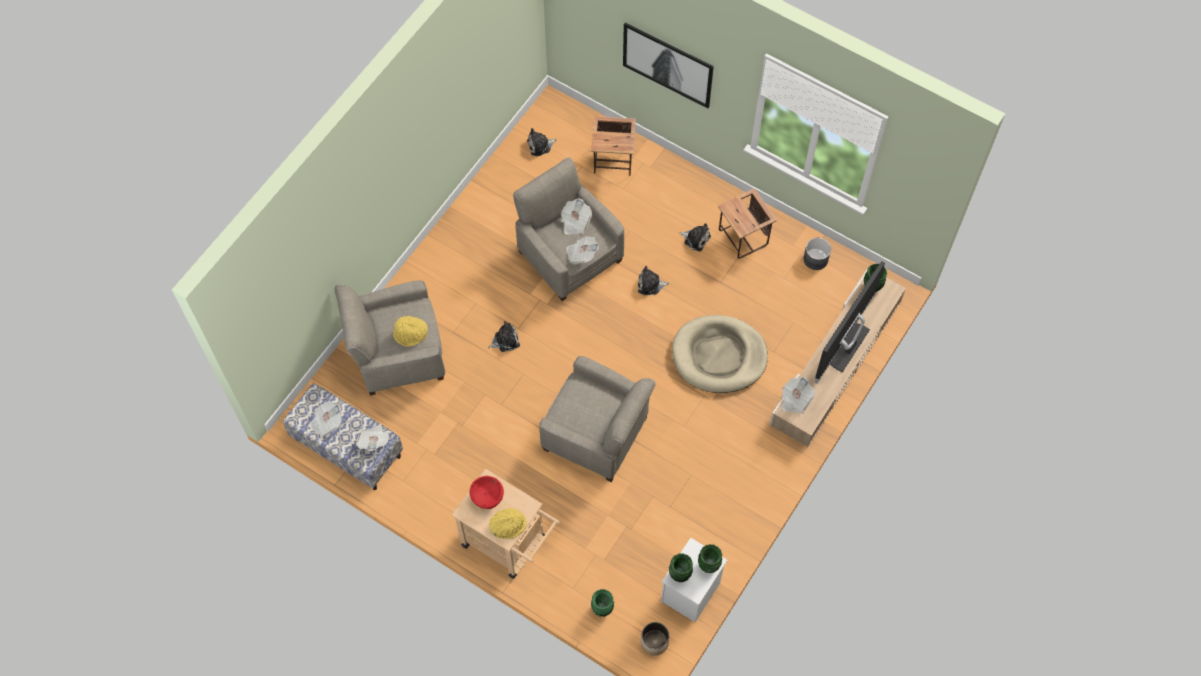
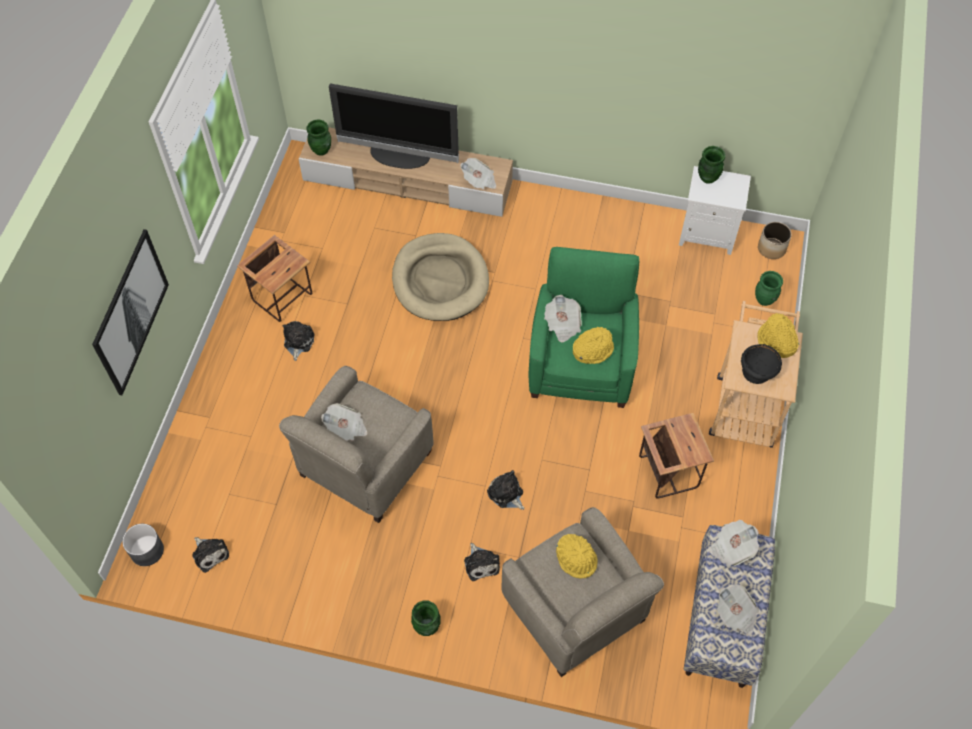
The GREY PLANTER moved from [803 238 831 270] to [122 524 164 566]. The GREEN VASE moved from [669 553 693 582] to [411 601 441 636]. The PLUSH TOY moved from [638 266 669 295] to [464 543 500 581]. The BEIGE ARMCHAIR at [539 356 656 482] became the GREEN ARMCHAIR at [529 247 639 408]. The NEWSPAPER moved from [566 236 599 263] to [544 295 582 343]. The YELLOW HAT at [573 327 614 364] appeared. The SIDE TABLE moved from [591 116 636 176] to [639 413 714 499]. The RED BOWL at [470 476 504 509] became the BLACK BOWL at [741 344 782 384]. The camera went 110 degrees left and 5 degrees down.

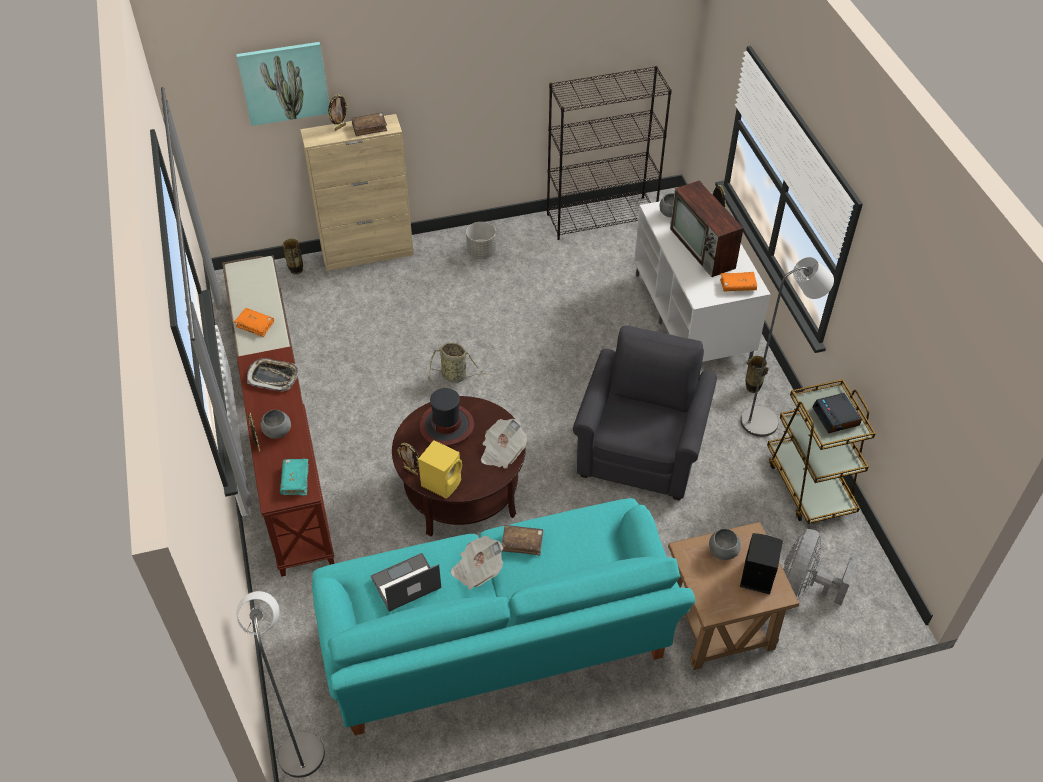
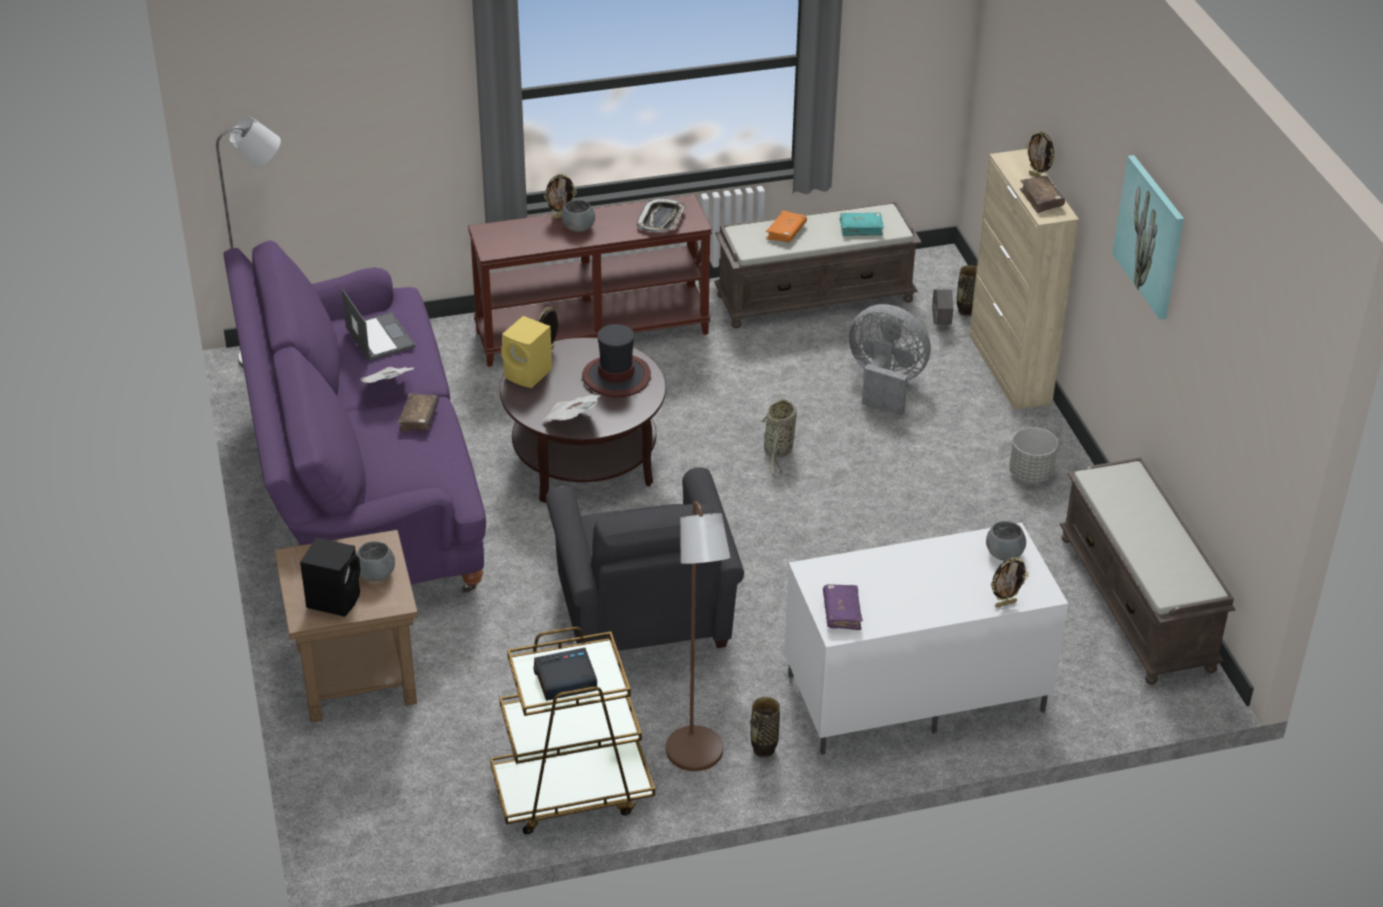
The TURQUOISE SOFA at [312 498 696 736] became the PURPLE SOFA at [223 240 486 594]. The GREY ARMCHAIR at [573 326 717 501] turned 60 degrees clockwise. The GREY FLOOR LAMP at [741 257 834 437] became the BROWN FLOOR LAMP at [666 501 730 771]. The ORANGE BOOK at [720 272 757 292] became the PURPLE BOOK at [823 584 863 630]. The TURQUOISE BOOK moved from [280 459 309 495] to [840 212 884 236]. The GREY FAN moved from [783 529 860 605] to [849 304 931 416]. The GREY PLANTER at [932 289 954 325] appeared. The BLACK BOOKCASE at [547 66 672 240] was replaced by the BROWN BENCH at [1060 457 1236 685]. The PICTURE moved from [236 42 329 126] to [1112 155 1184 319]. The TELEVISION at [670 180 744 277] disappeared. The camera went 90 degrees right and 10 degrees down.

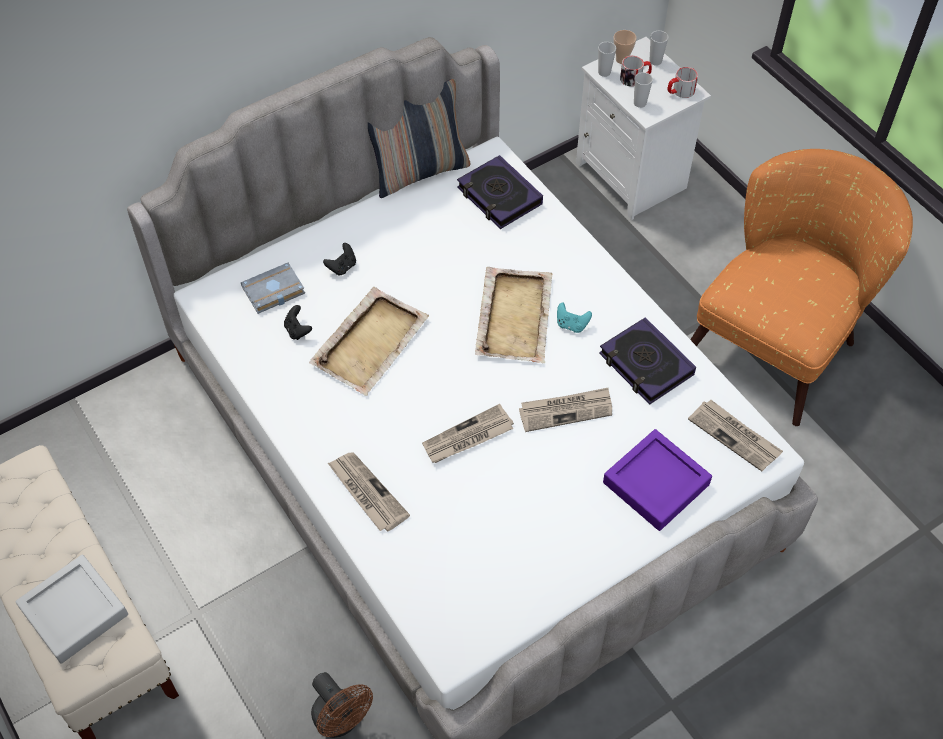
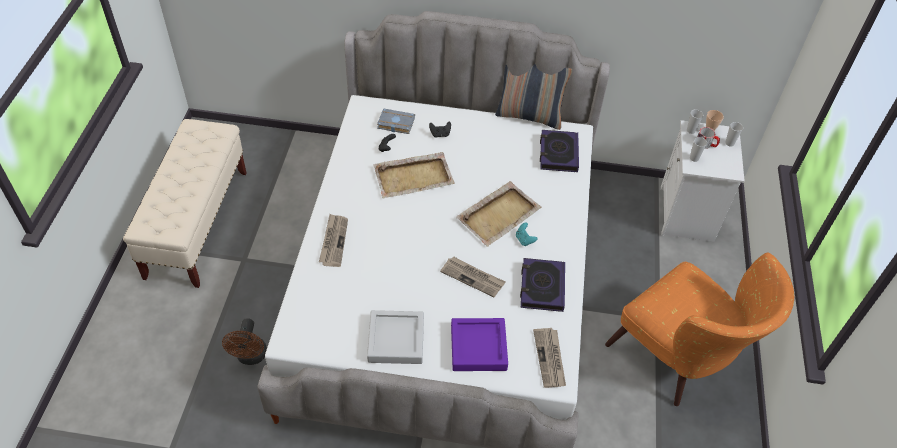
The GREY TRAY moved from [15 554 128 663] to [367 310 424 364]. The ORANGE ARMCHAIR at [690 149 913 426] turned 60 degrees clockwise. The NEWSPAPER at [422 404 514 463] disappeared. The MUG at [667 67 698 98] disappeared. The camera went 40 degrees right and 5 degrees down.

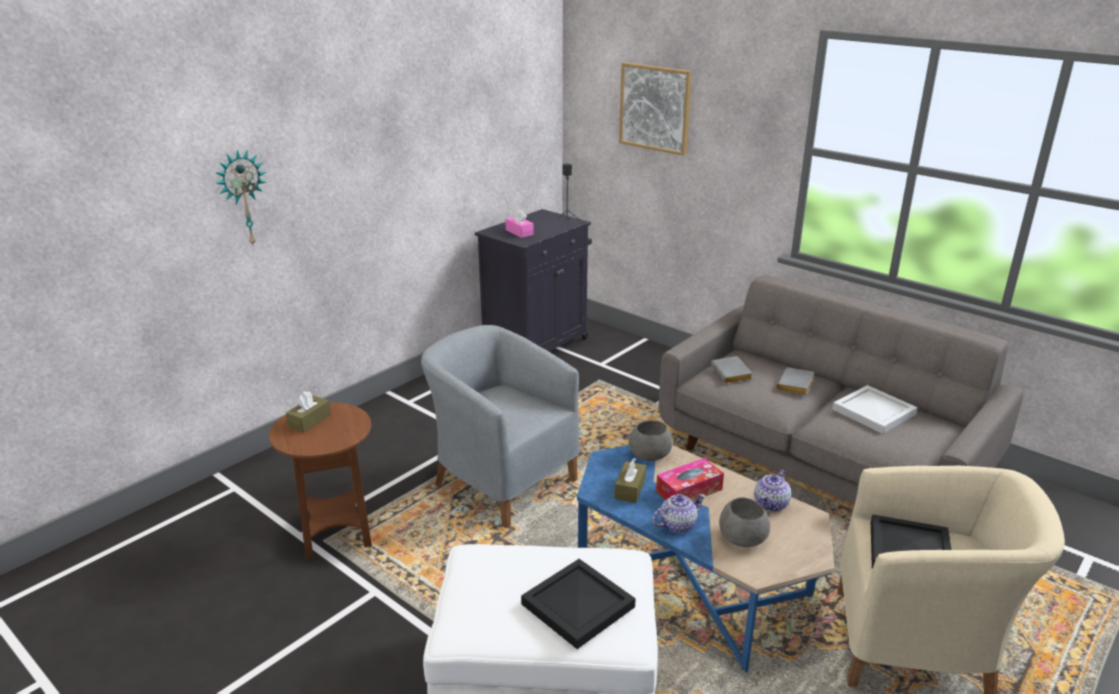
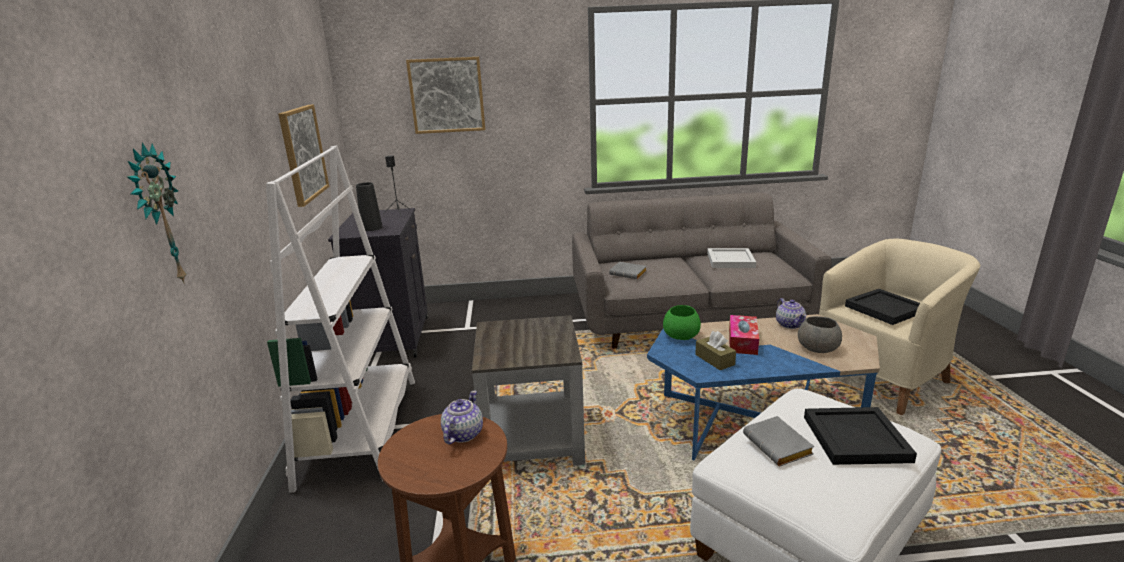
The WHITE BOOKCASE at [266 145 415 493] appeared. The PICTURE at [278 105 329 207] appeared. The PINK TISSUE BOX at [505 209 534 238] was replaced by the BLACK VASE at [356 182 383 231]. The TEAPOT moved from [652 494 706 533] to [441 390 483 444]. The GREY ARMCHAIR at [421 325 580 528] was replaced by the GREY SIDE TABLE at [472 315 585 466]. The GREY BOWL at [629 420 673 461] became the GREEN BOWL at [663 305 701 340]. The GREY BOOK moved from [776 367 815 395] to [743 416 815 466]. The BROWN TISSUE BOX at [286 391 331 433] disappeared. The camera went 45 degrees left and 5 degrees down.

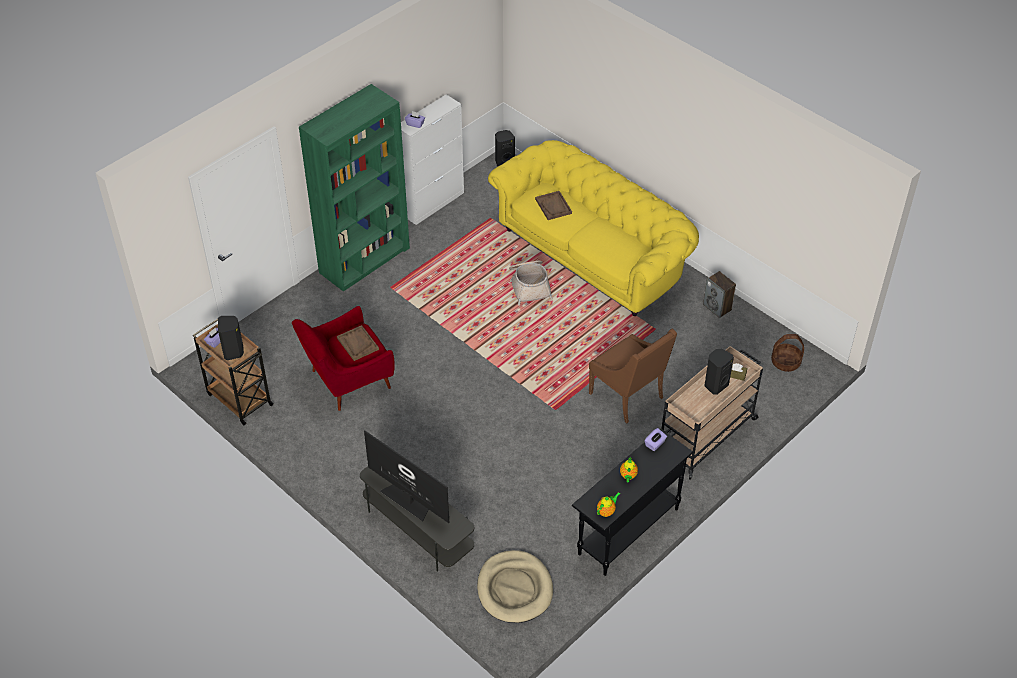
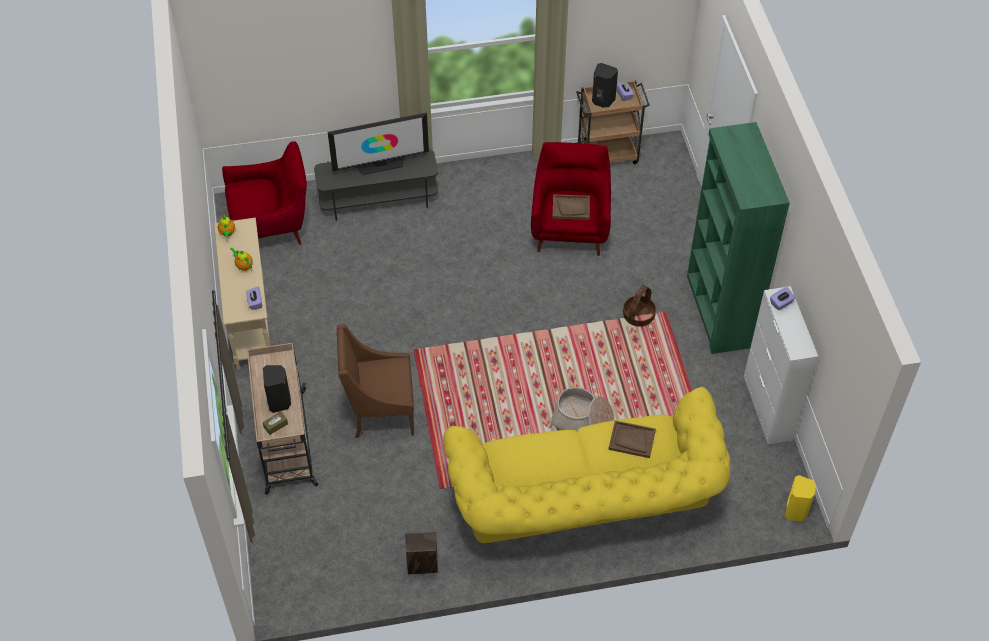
The BLACK CONSOLE TABLE at [572 428 693 576] became the BEIGE CONSOLE TABLE at [214 218 270 370]. The BEIGE DOG BED at [477 550 553 623] was replaced by the RED ARMCHAIR at [222 141 307 245]. The BASKET moved from [771 334 804 372] to [623 285 656 327]. The BLACK SPEAKER at [495 130 515 167] became the YELLOW SPEAKER at [785 475 816 521]. The camera went 125 degrees right and 5 degrees up.

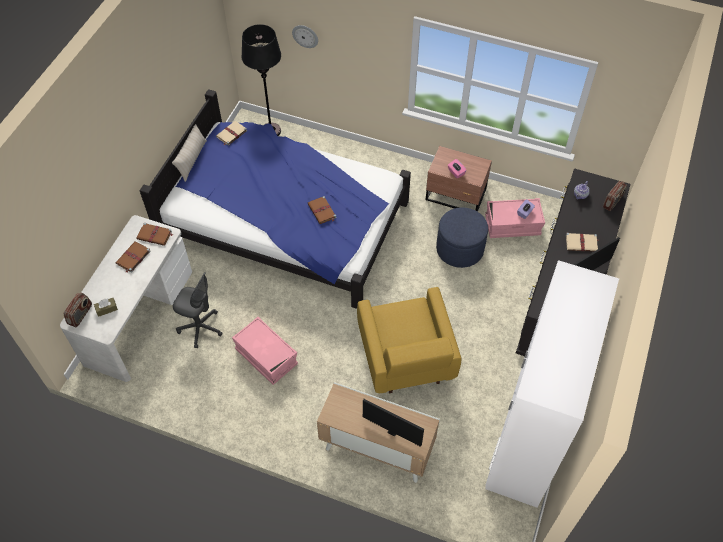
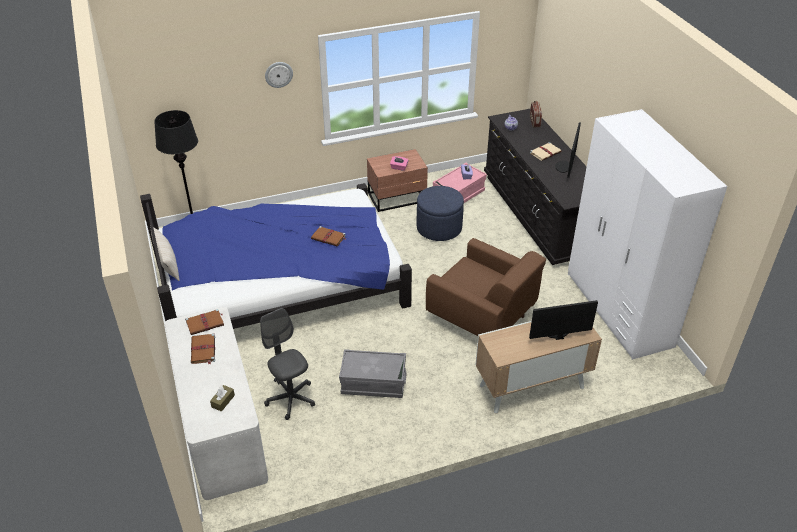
The GREY OFFICE CHAIR at [173 272 223 348] turned 105 degrees counterclockwise. The WALL CLOCK moved from [292 25 318 48] to [265 62 293 88]. The PINK STORAGE BOX at [232 317 298 385] became the GREY STORAGE BOX at [339 349 406 398]. The YELLOW ARMCHAIR at [357 287 461 393] became the BROWN ARMCHAIR at [426 238 546 336]. The RADIO at [64 293 92 327] disappeared. The BEIGE BOOK at [216 121 247 146] disappeared. The camera went 40 degrees left and 15 degrees down.

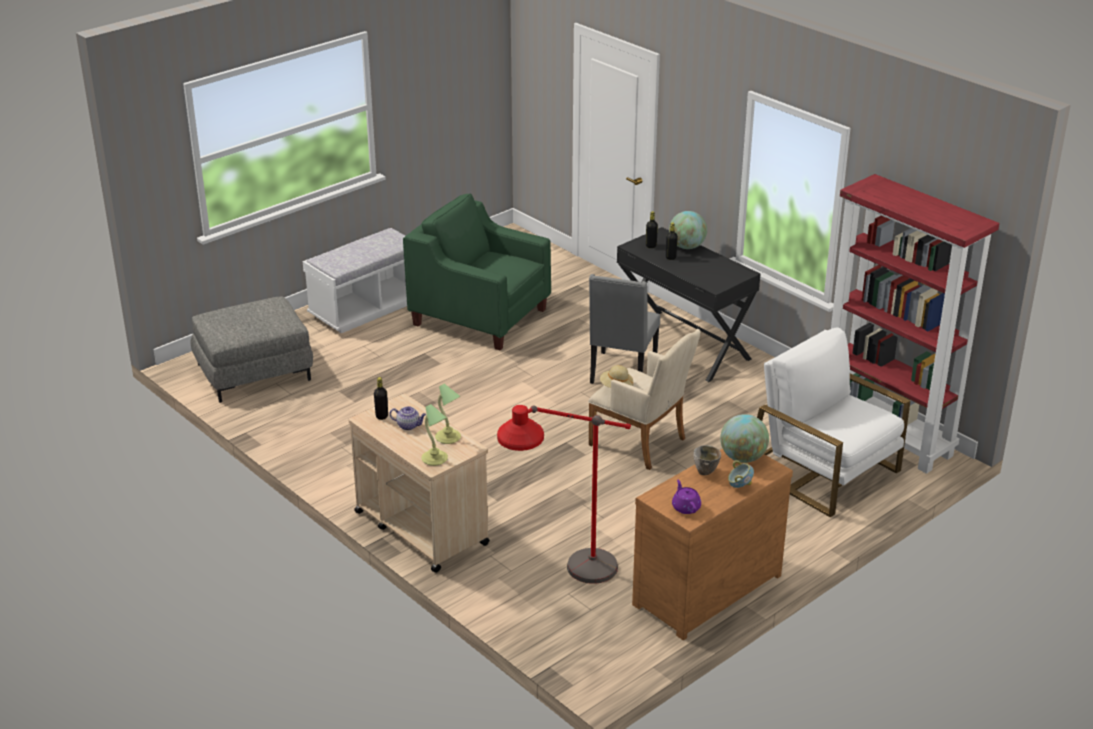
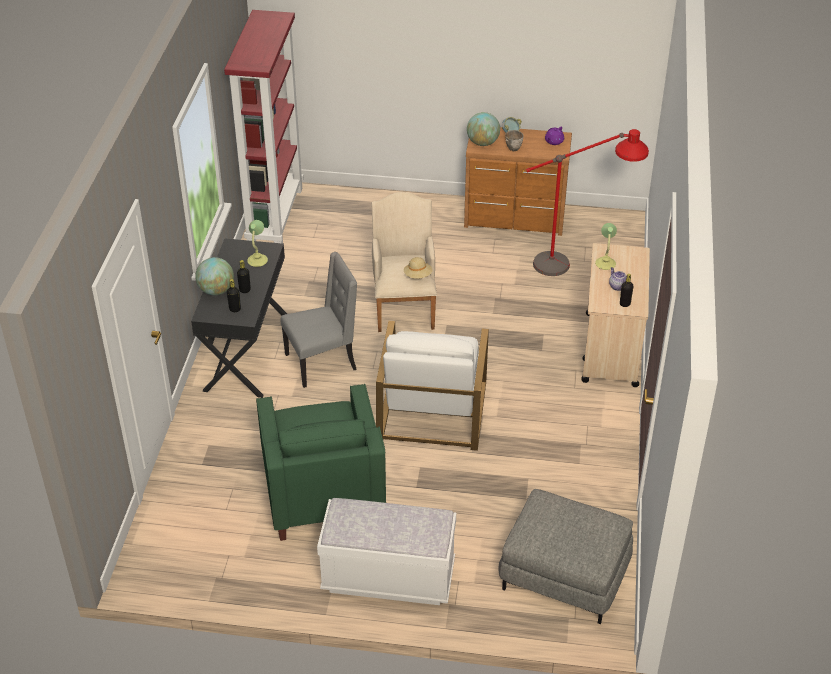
The TABLE LAMP moved from [421 404 448 466] to [247 220 268 267]. The WHITE ARMCHAIR moved from [757 328 911 517] to [376 321 489 451]. The camera went 130 degrees left and 10 degrees up.

